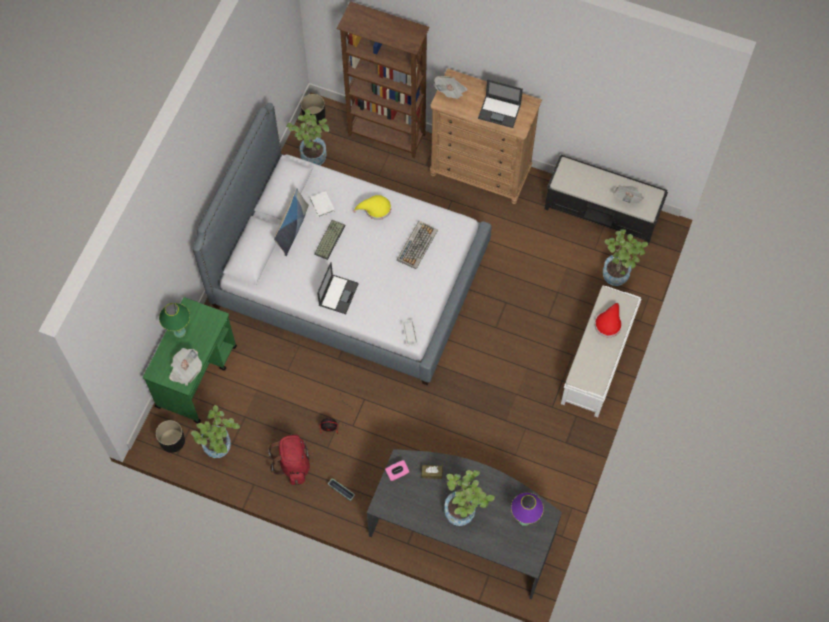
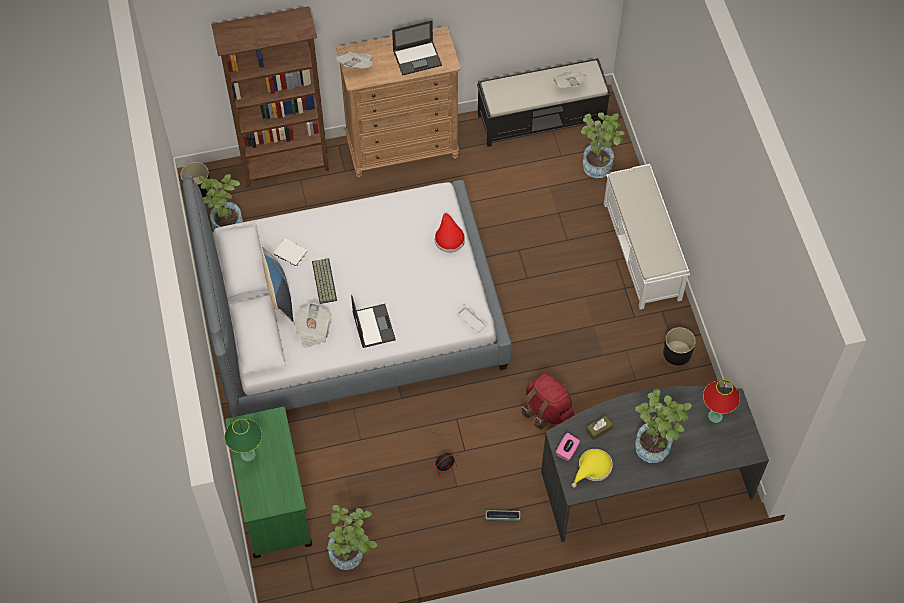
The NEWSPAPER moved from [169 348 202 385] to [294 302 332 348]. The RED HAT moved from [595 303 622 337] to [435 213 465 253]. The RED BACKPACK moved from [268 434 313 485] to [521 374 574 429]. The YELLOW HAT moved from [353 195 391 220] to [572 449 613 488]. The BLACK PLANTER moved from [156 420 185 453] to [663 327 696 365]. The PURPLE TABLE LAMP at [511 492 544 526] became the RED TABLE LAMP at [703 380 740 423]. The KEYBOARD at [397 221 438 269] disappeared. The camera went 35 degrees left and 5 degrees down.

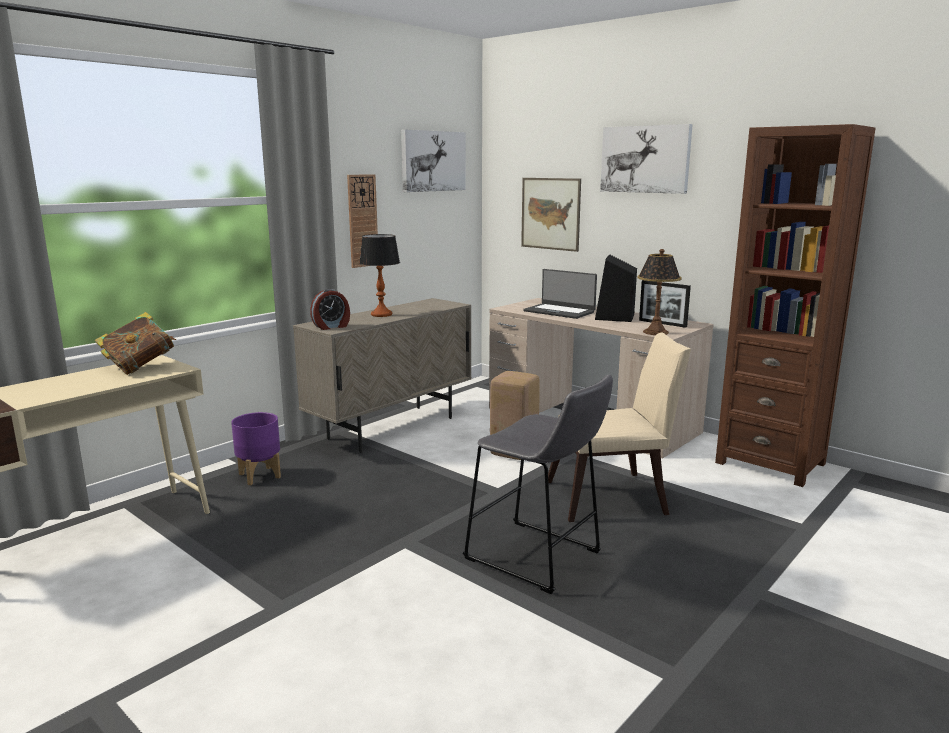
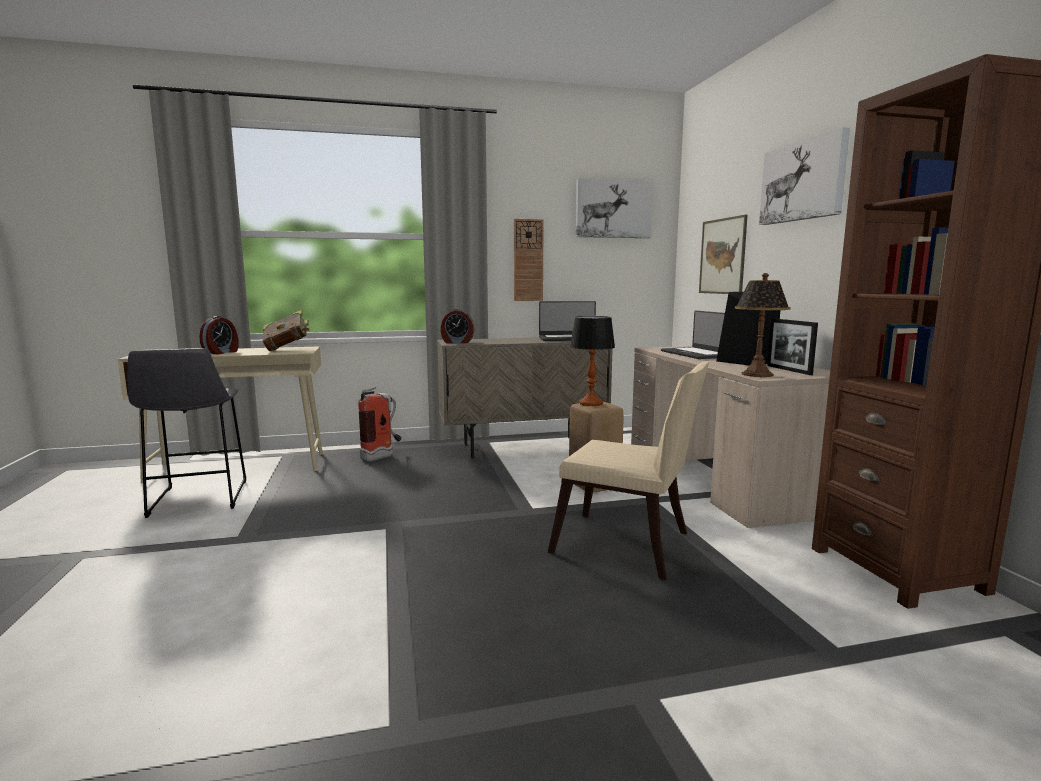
The GREY STOOL moved from [463 374 613 594] to [128 348 246 518]. The ALARM CLOCK at [200 316 239 354] appeared. The PURPLE PLANTER at [231 412 281 485] was replaced by the FIRE EXTINGUISHER at [358 387 402 462]. The LAPTOP at [539 301 596 341] appeared. The TABLE LAMP moved from [359 234 400 317] to [570 316 615 406]. The camera went 35 degrees right and 5 degrees down.

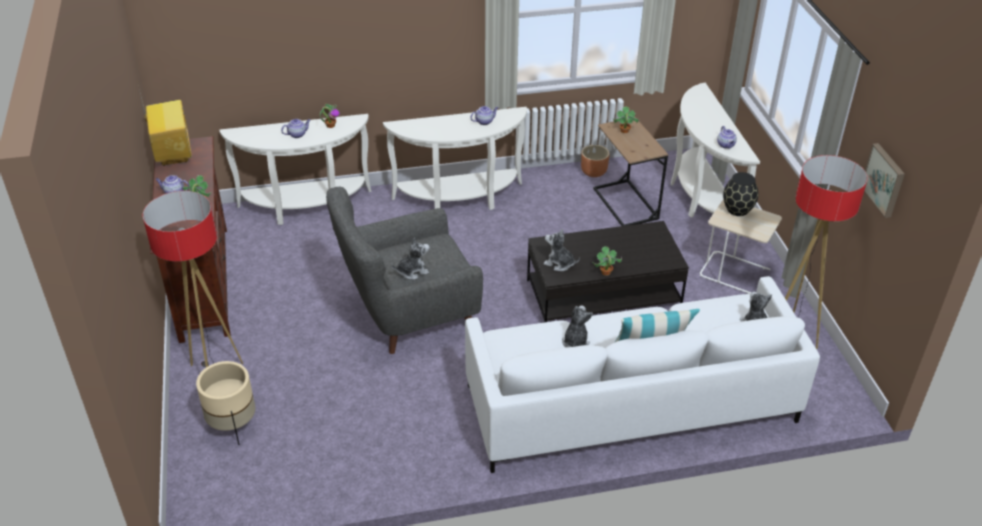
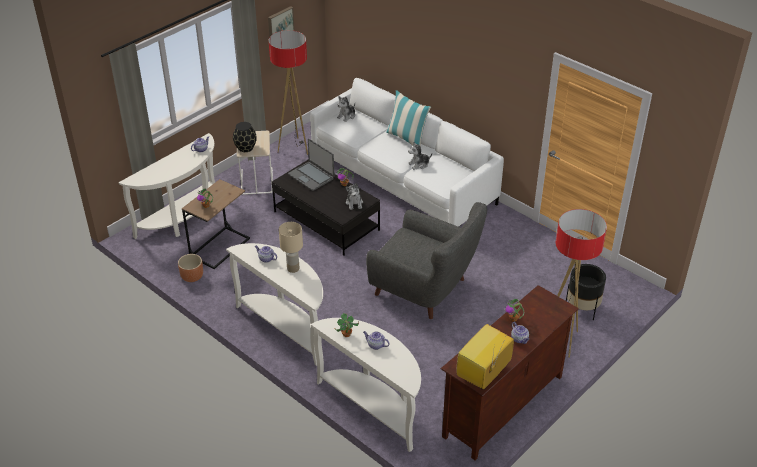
The BEIGE TABLE LAMP at [279 222 303 273] appeared. The LAPTOP at [288 139 334 191] appeared. The BEIGE PLANTER at [196 361 255 445] became the BLACK PLANTER at [566 264 606 320]. The PLUSH TOY at [392 238 430 280] disappeared. The camera went 125 degrees left and 0 degrees up.

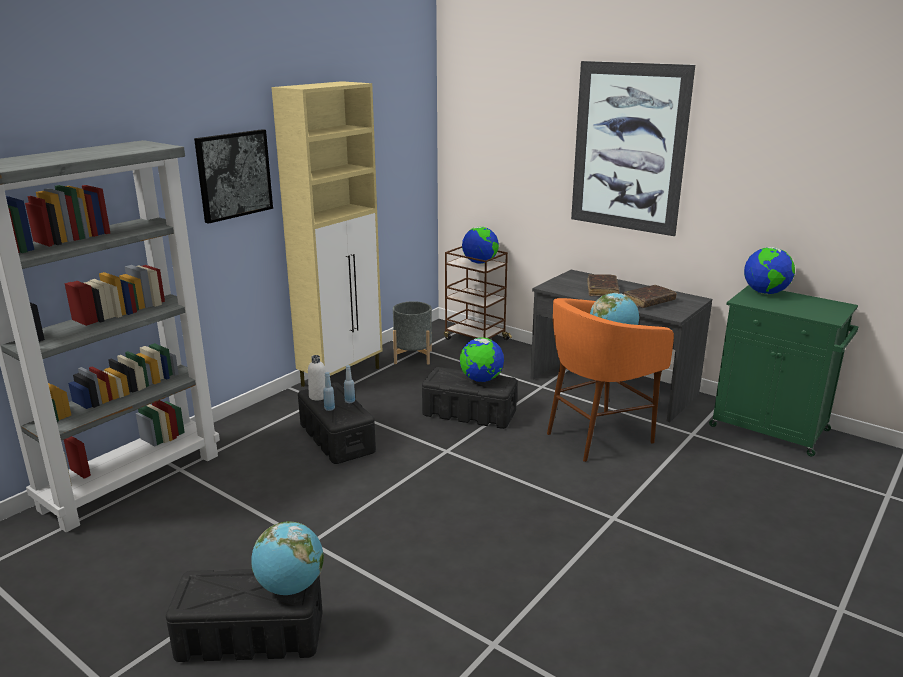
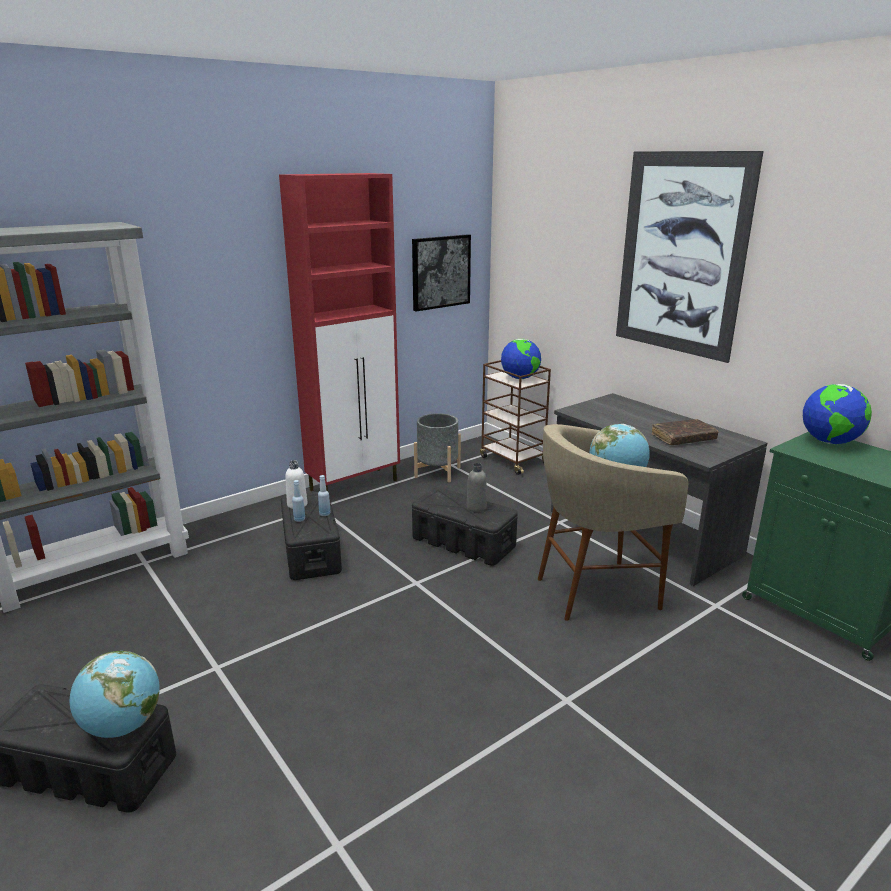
The BEIGE CABINET at [271 81 382 387] became the RED CABINET at [279 173 400 491]. The PICTURE moved from [194 129 273 224] to [412 234 471 312]. The GLOBE at [460 337 504 382] was replaced by the GREY BOTTLE at [467 463 487 512]. The ORANGE STOOL at [547 298 674 462] became the BEIGE STOOL at [538 424 688 621]. The BROWN BOOK at [587 274 619 296] disappeared. The camera went 15 degrees right and 0 degrees up.

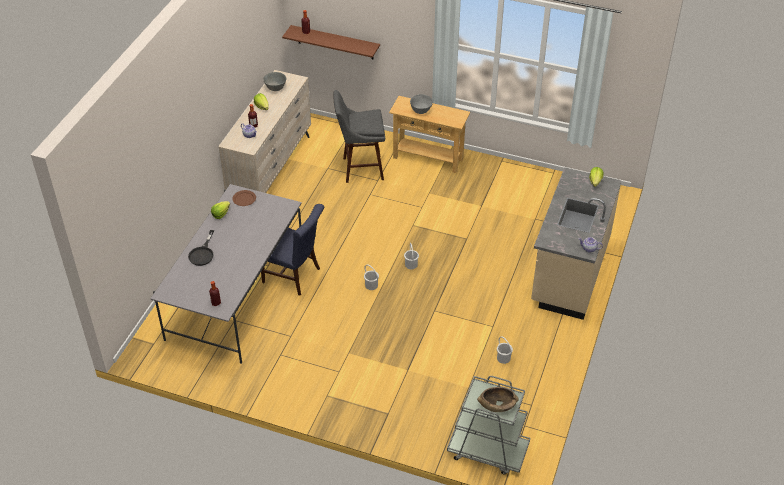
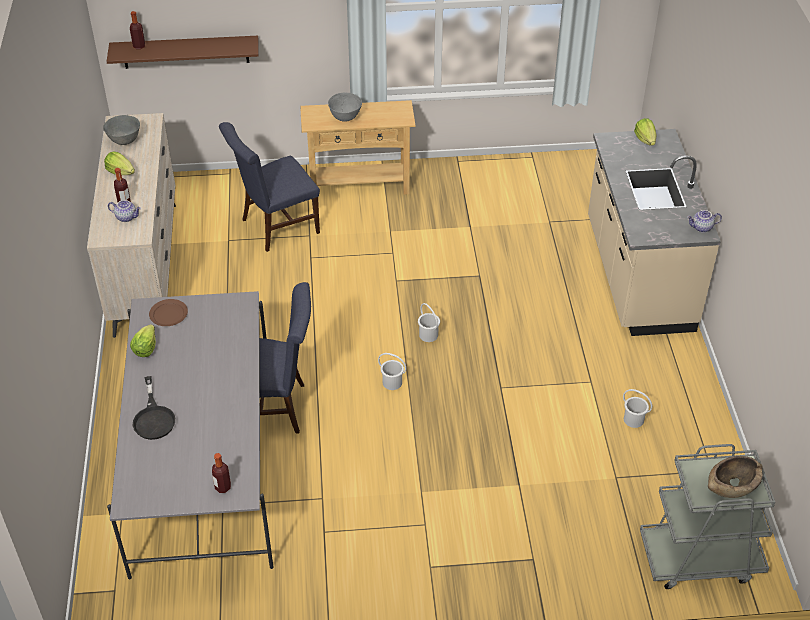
The GREY STOOL at [333 90 385 183] was replaced by the BLUE CHAIR at [219 122 320 252]. The camera went 25 degrees left and 0 degrees up.

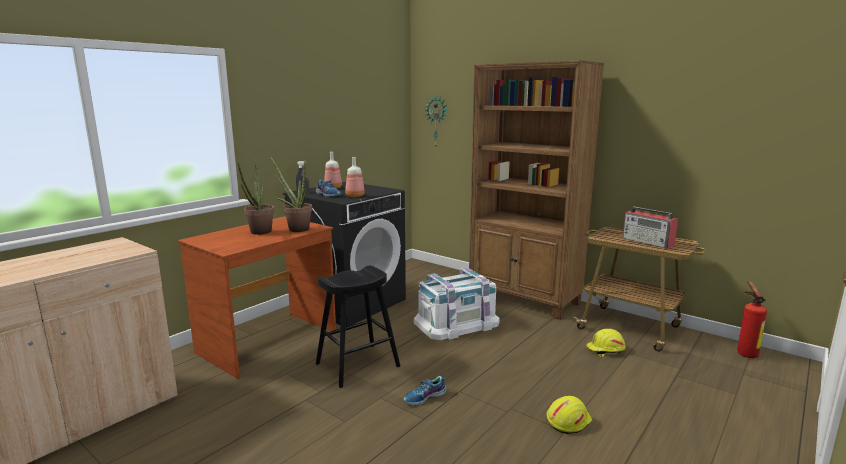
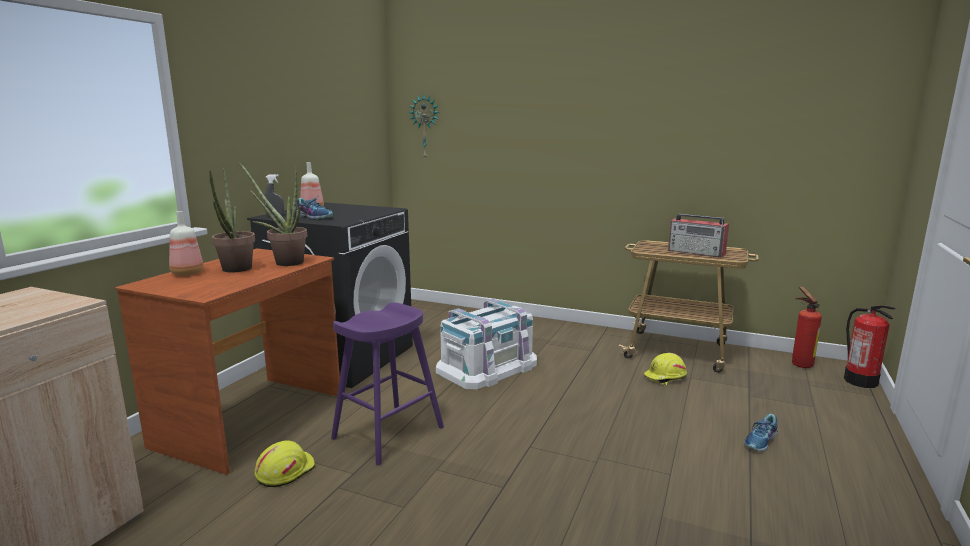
The BOTTLE moved from [345 157 365 197] to [169 211 204 276]. The YELLOW HARD HAT moved from [547 396 593 434] to [255 440 316 488]. The BLACK STOOL at [316 266 400 388] became the PURPLE STOOL at [331 302 444 465]. The SHOE moved from [403 376 446 406] to [744 414 778 452]. The FIRE EXTINGUISHER at [844 305 895 388] appeared. The BROWN BOOKCASE at [469 60 604 320] disappeared. The camera went 15 degrees left and 0 degrees up.

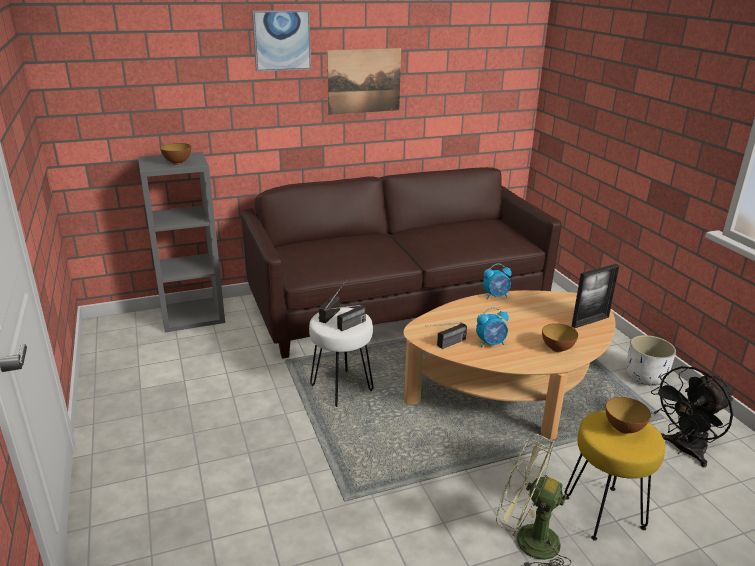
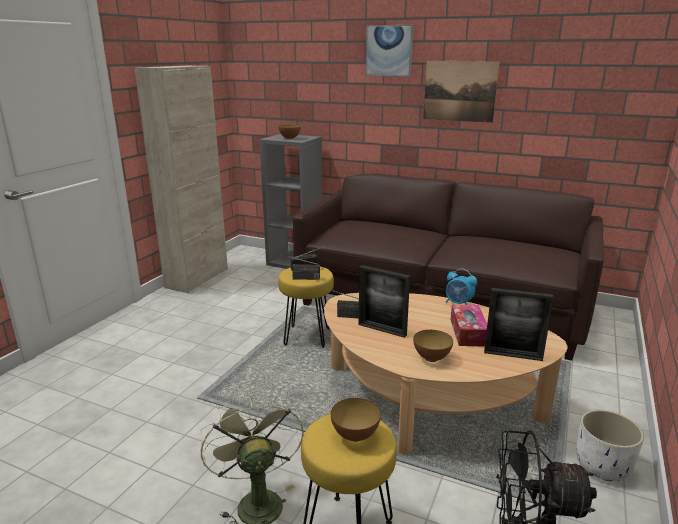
The BEIGE CABINET at [135 66 228 293] appeared. The WHITE STOOL at [309 308 373 407] became the YELLOW STOOL at [278 267 334 348]. The ALARM CLOCK at [476 307 509 348] was replaced by the PICTURE FRAME at [358 265 410 338]. The TISSUE BOX at [451 304 487 347] appeared. The camera went 45 degrees right and 5 degrees down.

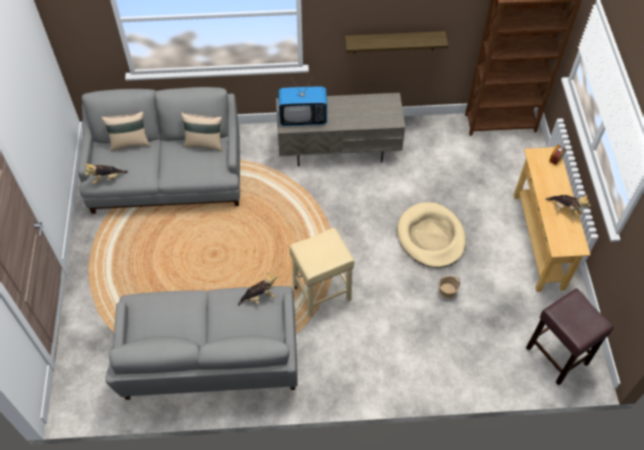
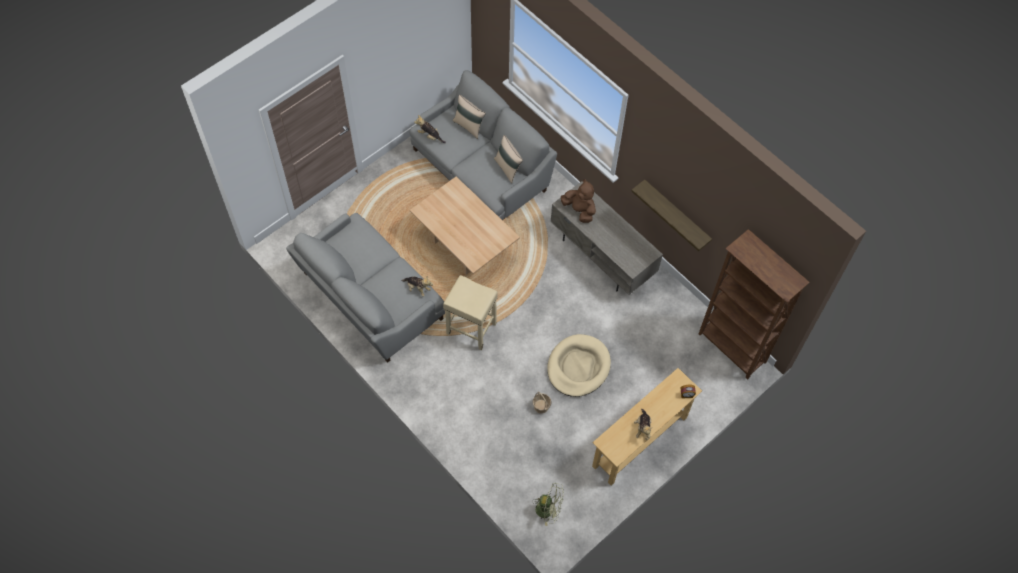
The BEIGE COFFEE TABLE at [410 177 520 275] appeared. The BROWN STOOL at [526 289 614 385] was replaced by the GREEN FAN at [532 483 564 526]. The TELEVISION at [278 77 327 126] was replaced by the BROWN PLUSH TOY at [561 179 596 223]. The camera went 50 degrees right and 5 degrees up.

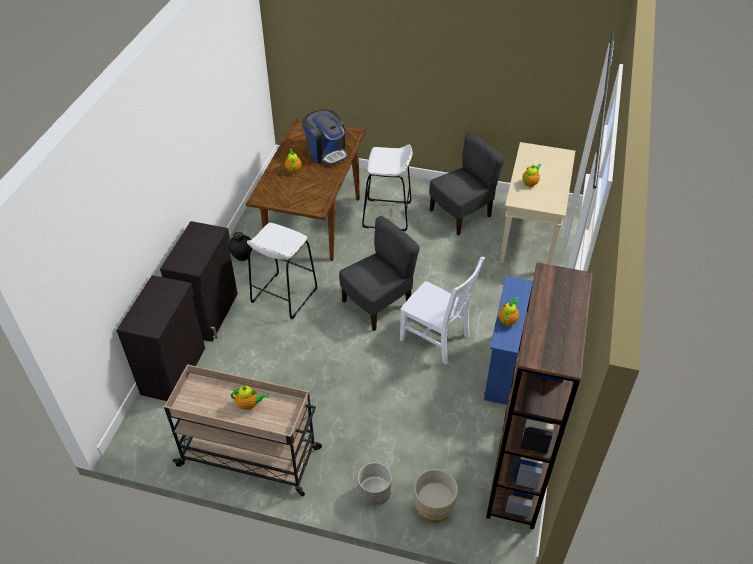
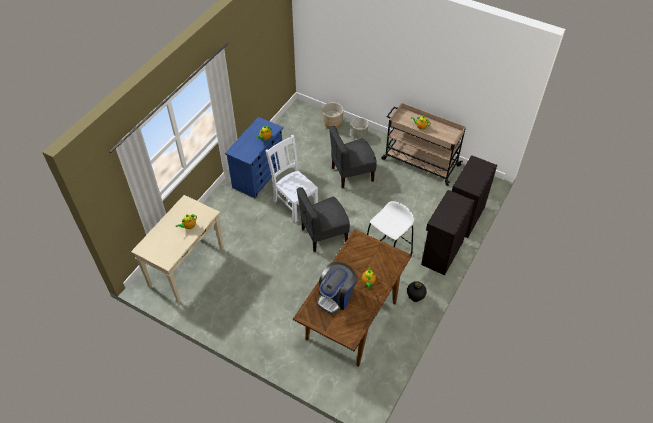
The COFFEE MACHINE at [302 109 348 165] turned 120 degrees counterclockwise. The GREY CHAIR moved from [429 132 505 235] to [329 126 377 188]. The WHITE STOOL at [362 145 413 231] disappeared. The BROWN BOOKCASE at [486 263 592 530] disappeared. The camera went 165 degrees left and 5 degrees up.

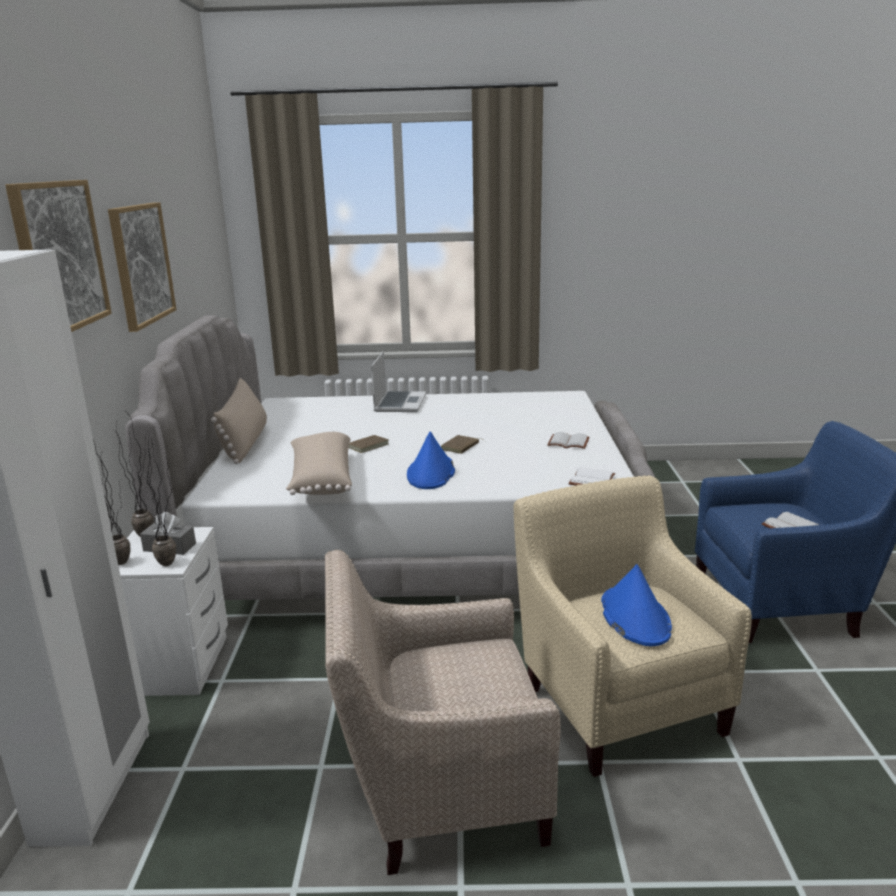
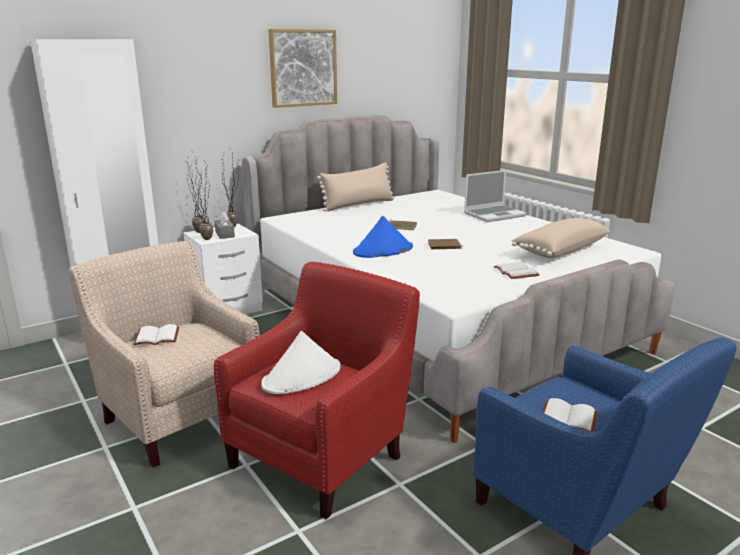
The WHITE BOOK moved from [568 467 615 486] to [133 324 179 345]. The BEIGE ARMCHAIR at [514 475 752 777] became the RED ARMCHAIR at [214 262 420 520]. The BLUE HAT at [601 564 672 646] became the WHITE HAT at [261 331 341 394]. The BEIGE PILLOW moved from [286 432 352 495] to [512 218 610 258]. The PICTURE at [5 180 112 332] disappeared. The camera went 55 degrees right and 0 degrees up.

